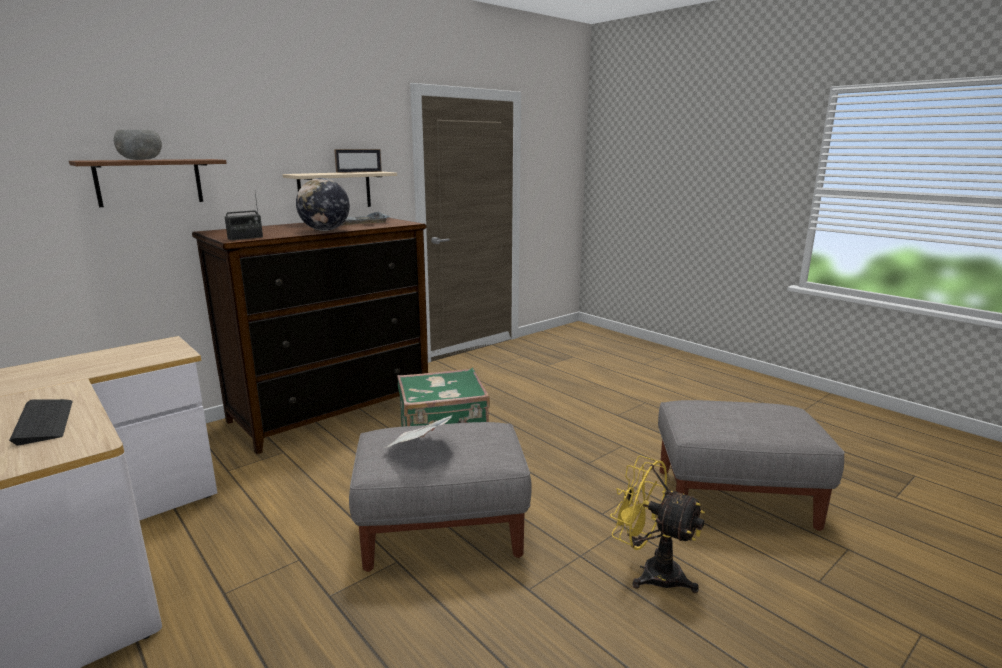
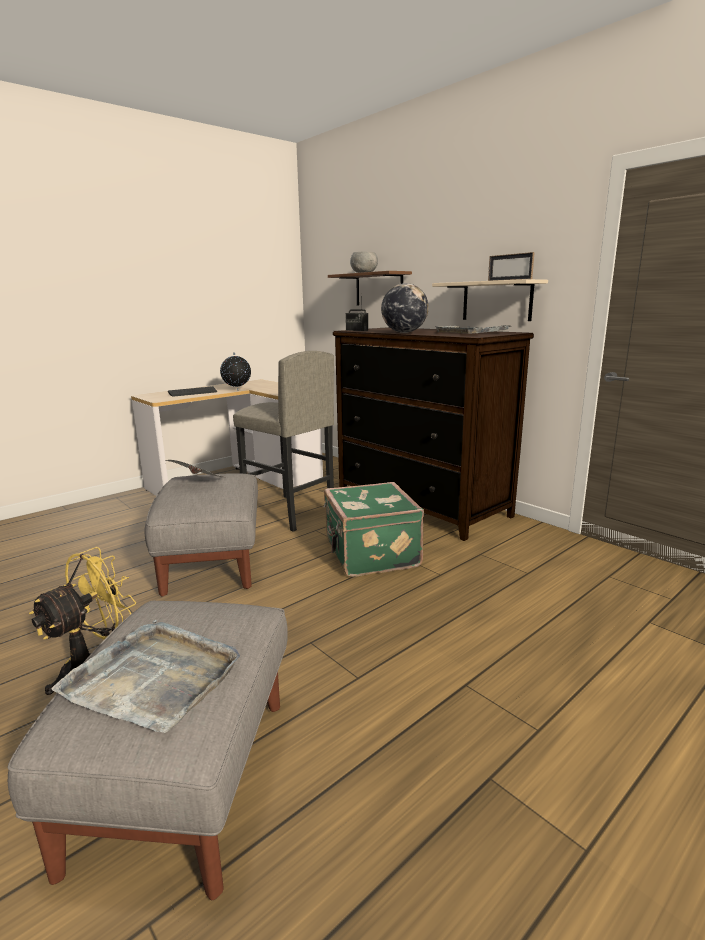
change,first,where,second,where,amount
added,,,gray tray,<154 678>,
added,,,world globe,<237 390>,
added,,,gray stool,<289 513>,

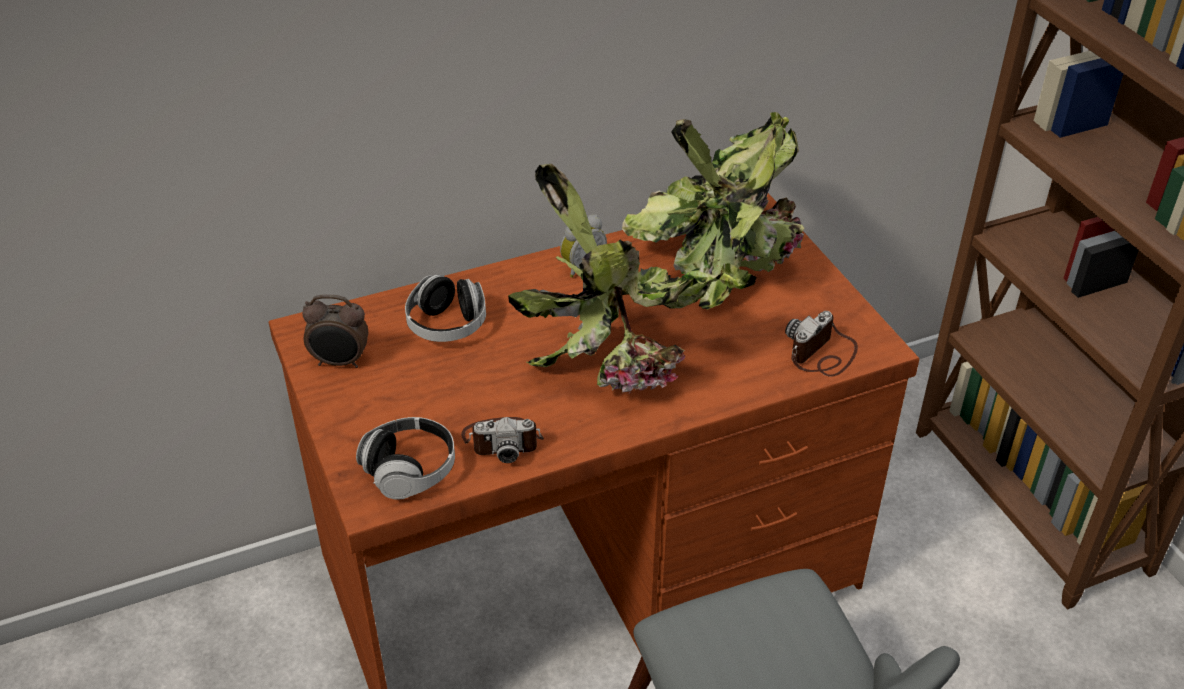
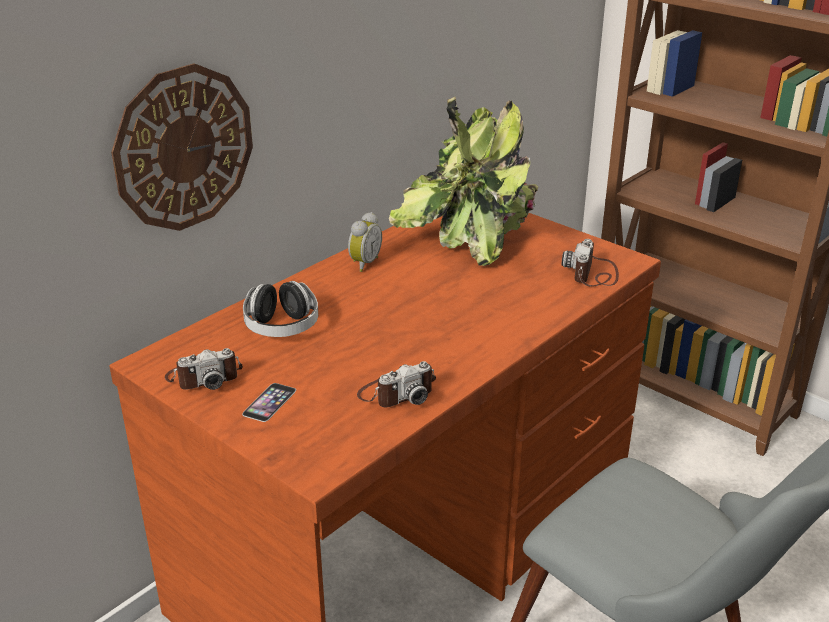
change,first,where,second,where,amount
replaced,table clock,<340 362>,still camera,<204 377>,
removed,headphones,<410 470>,,,
removed,plant in a pot,<628 361>,,,
added,,,clock on the wall,<184 148>,
added,,,phone,<269 402>,

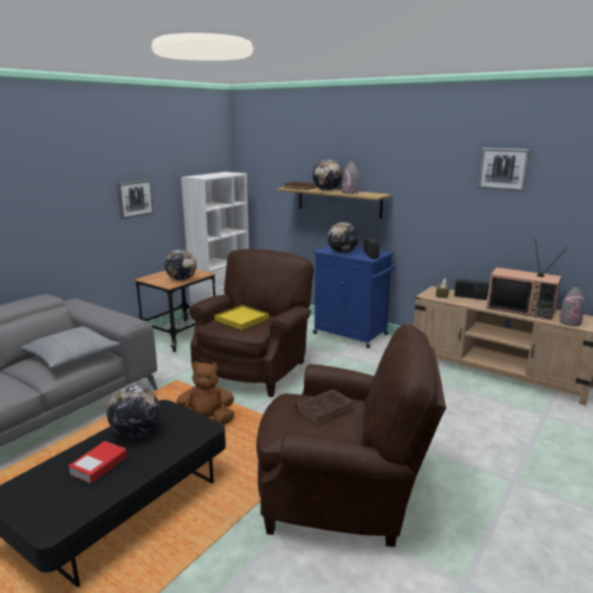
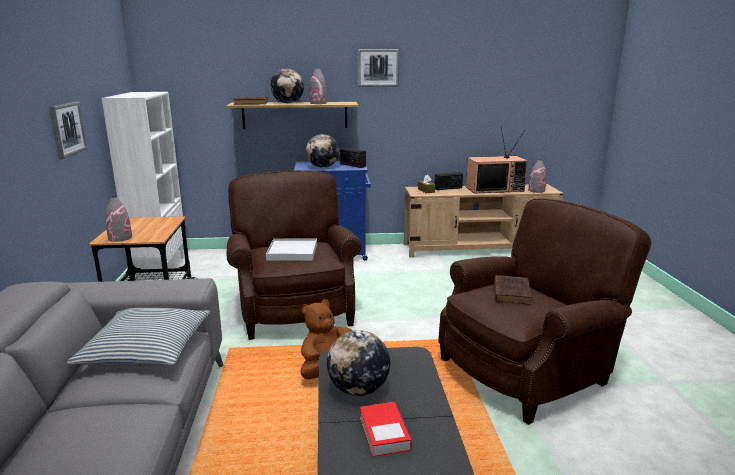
change,first,where,second,where,amount
removed,world globe,<181 279>,,,
recoloured,yellowish tray,<241 319>,white tray,<292 252>,
moved,picture,<503 169>,,<378 67>,
added,,,gray vase,<120 238>,

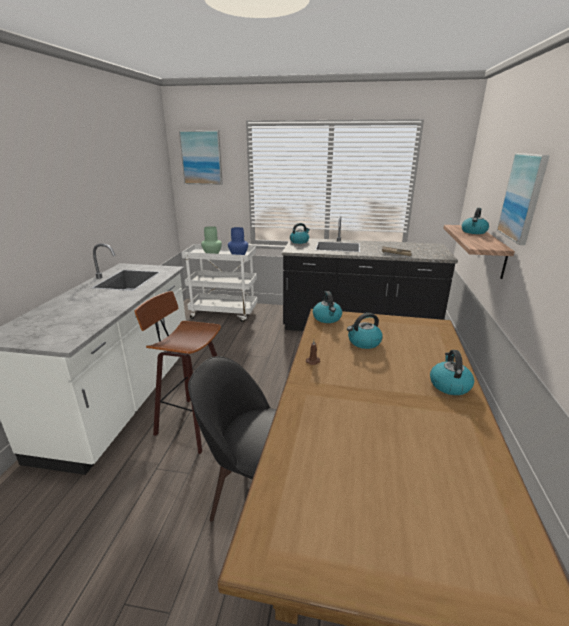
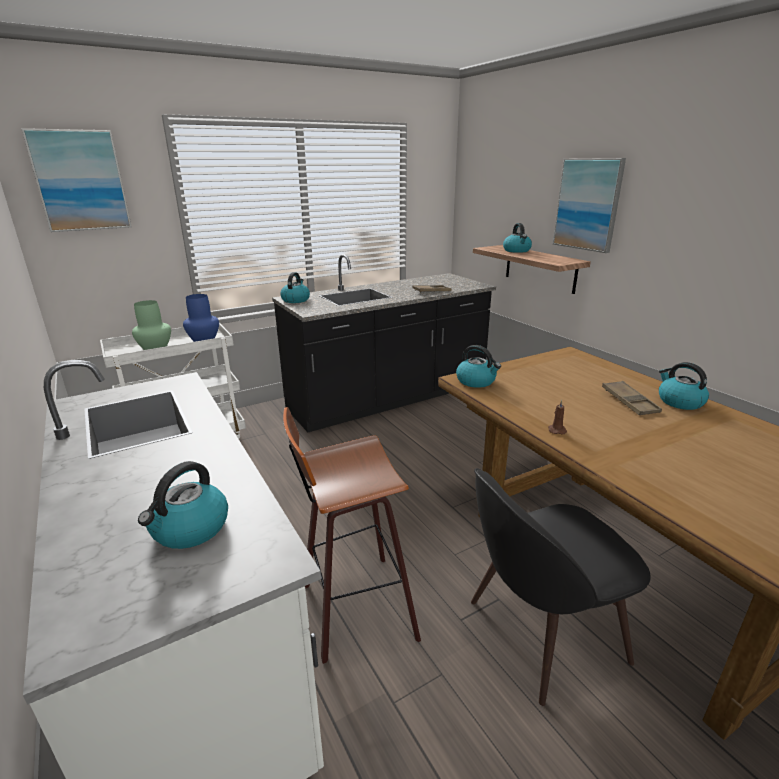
change,first,where,second,where,amount
moved,tea kettle,<364 342>,,<190 529>,
added,,,brown tray,<629 402>,

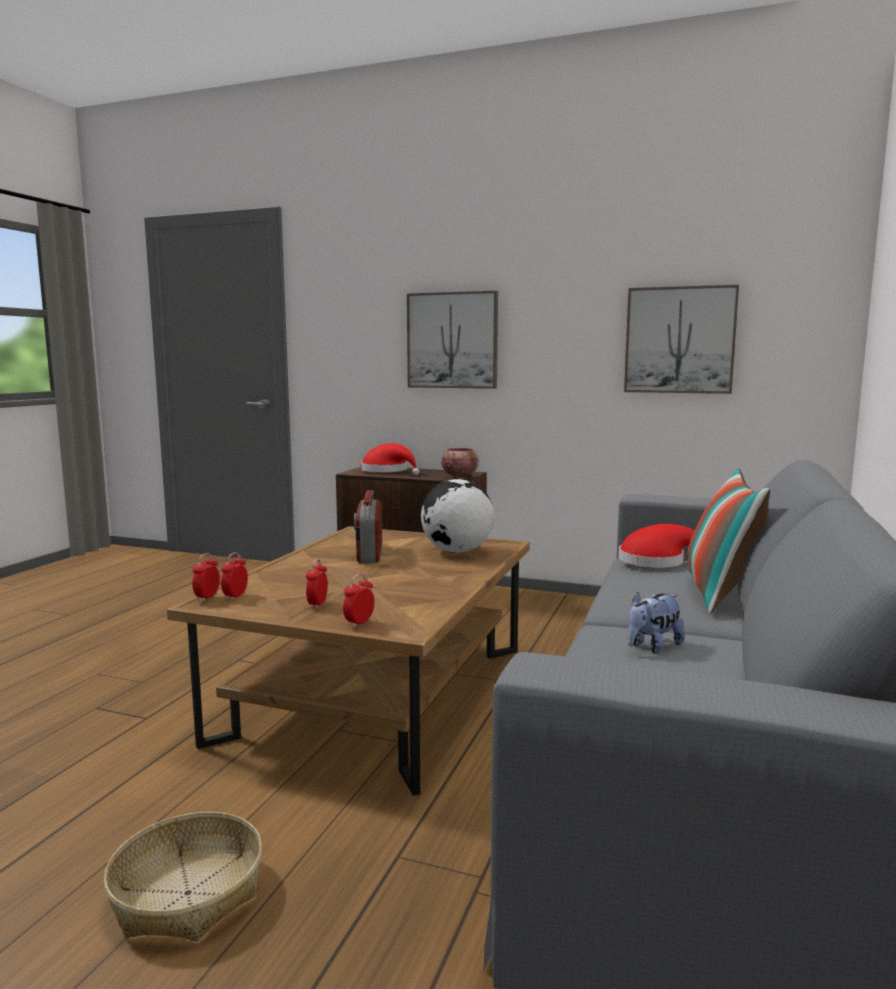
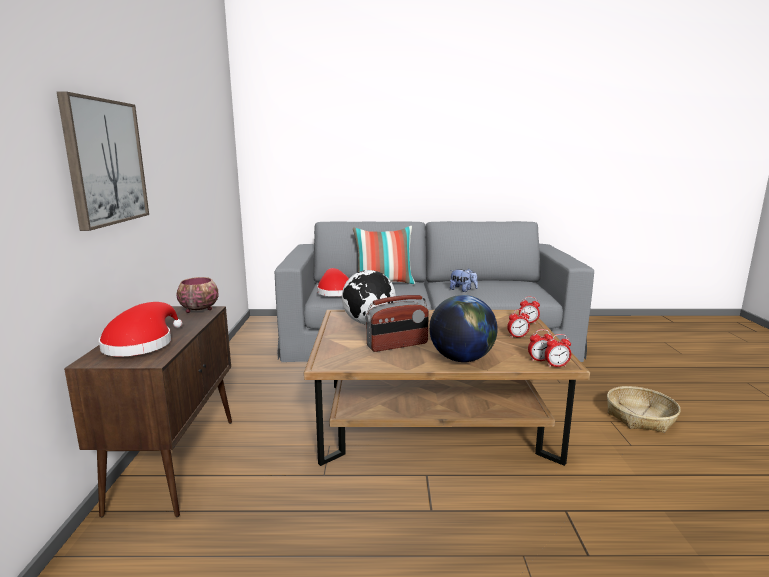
change,first,where,second,where,amount
removed,picture,<679 340>,,,
added,,,world globe,<461 359>,

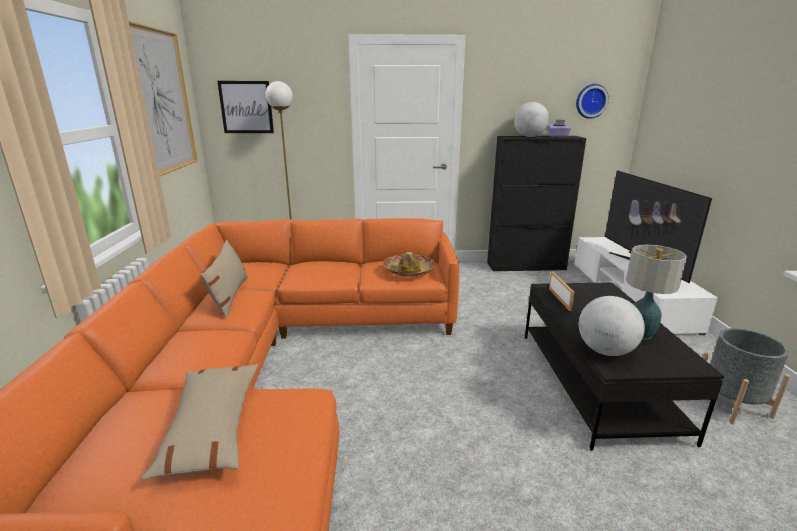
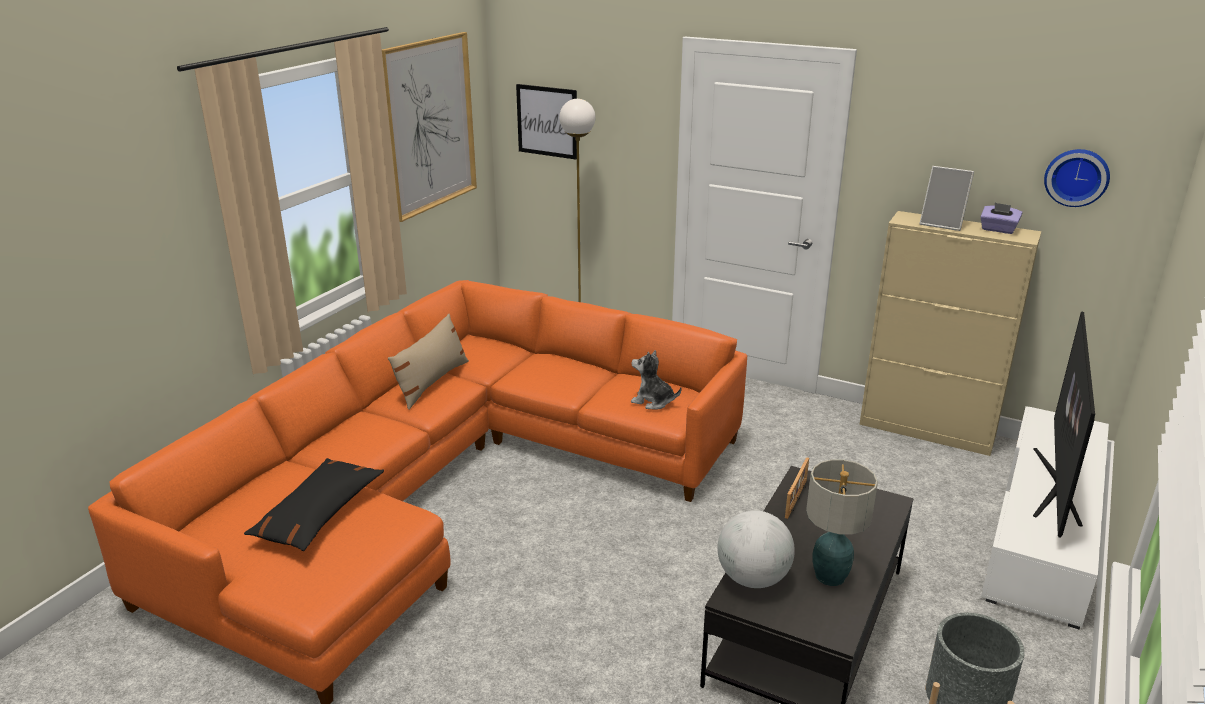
change,first,where,second,where,amount
recoloured,beige-coloured pillow,<211 427>,black-coloured pillow,<318 514>,
replaced,hat,<408 271>,plush toy,<653 401>,
recoloured,black-coloured cupboard,<526 266>,beige-coloured cupboard,<927 431>,
replaced,world globe,<529 137>,picture frame,<942 224>,

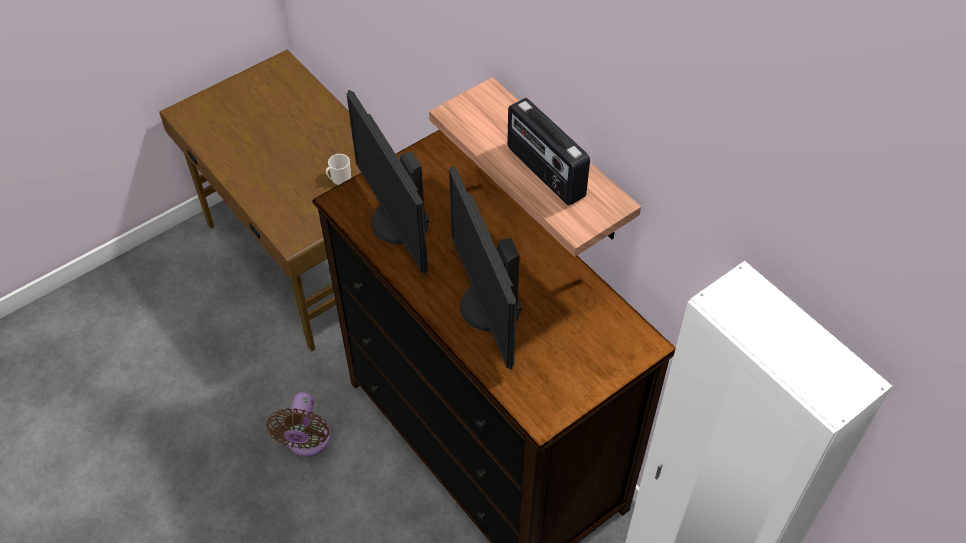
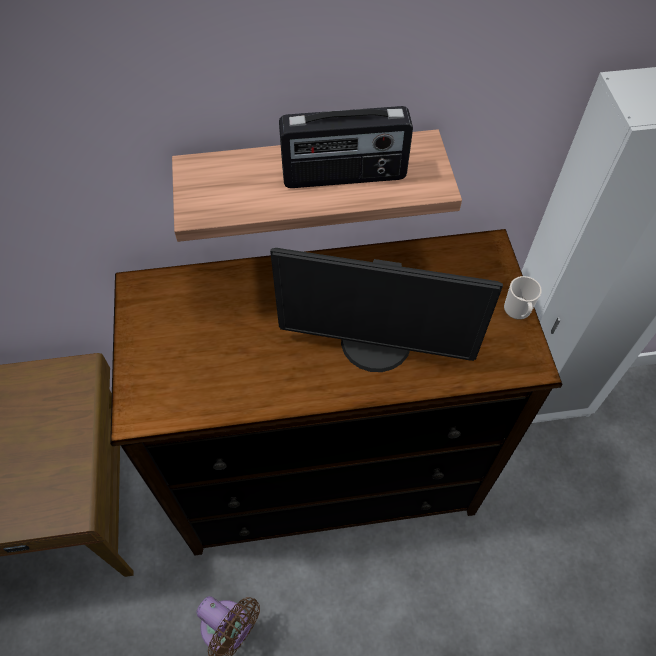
change,first,where,second,where,amount
moved,mug,<339 179>,,<518 311>,
removed,monitor,<397 223>,,,

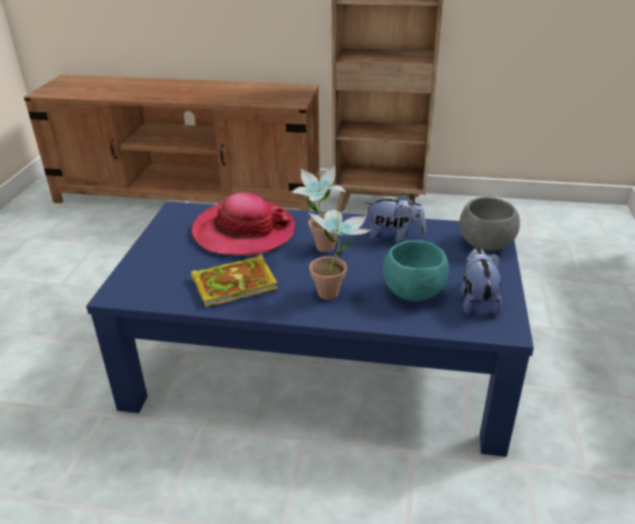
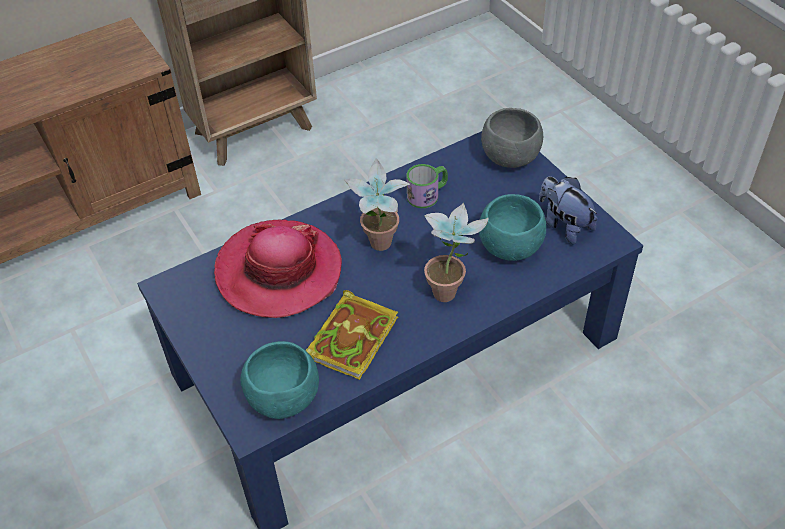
change,first,where,second,where,amount
replaced,plush toy,<394 238>,mug,<427 194>,
added,,,turquoise-coloured serving bowl,<284 399>,

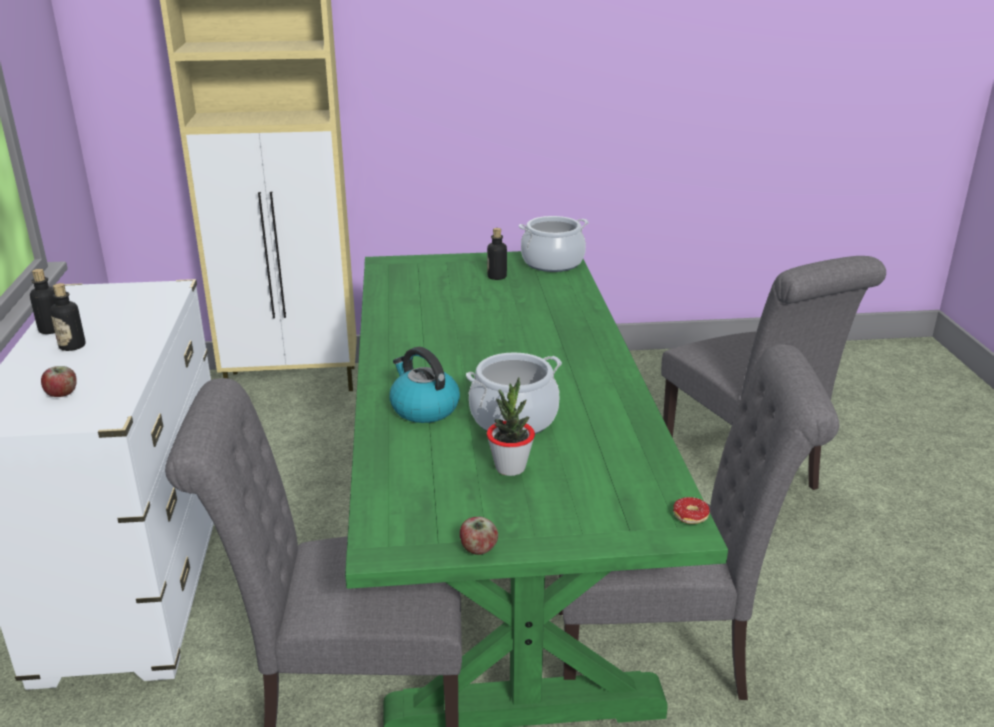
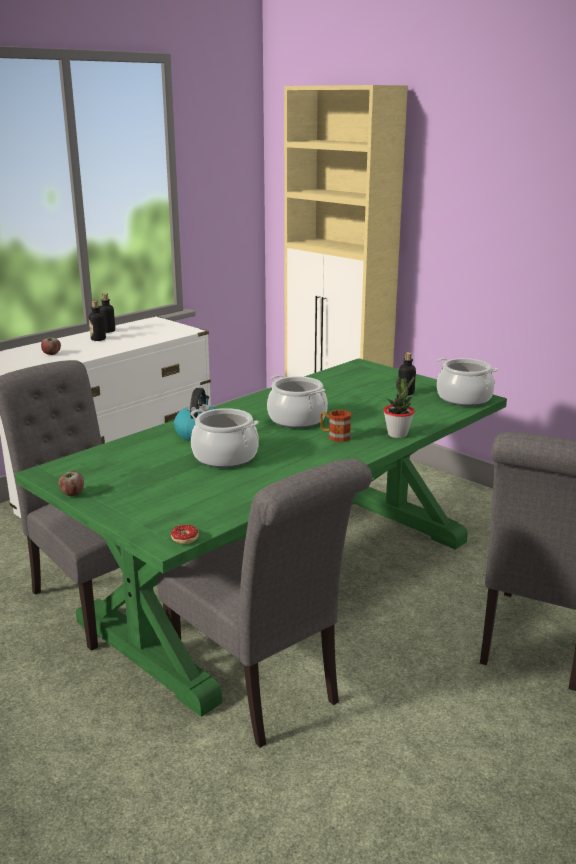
change,first,where,second,where,amount
moved,plant in a pot,<510 467>,,<397 434>,
added,,,saucepot,<297 420>,
added,,,mug,<335 436>,

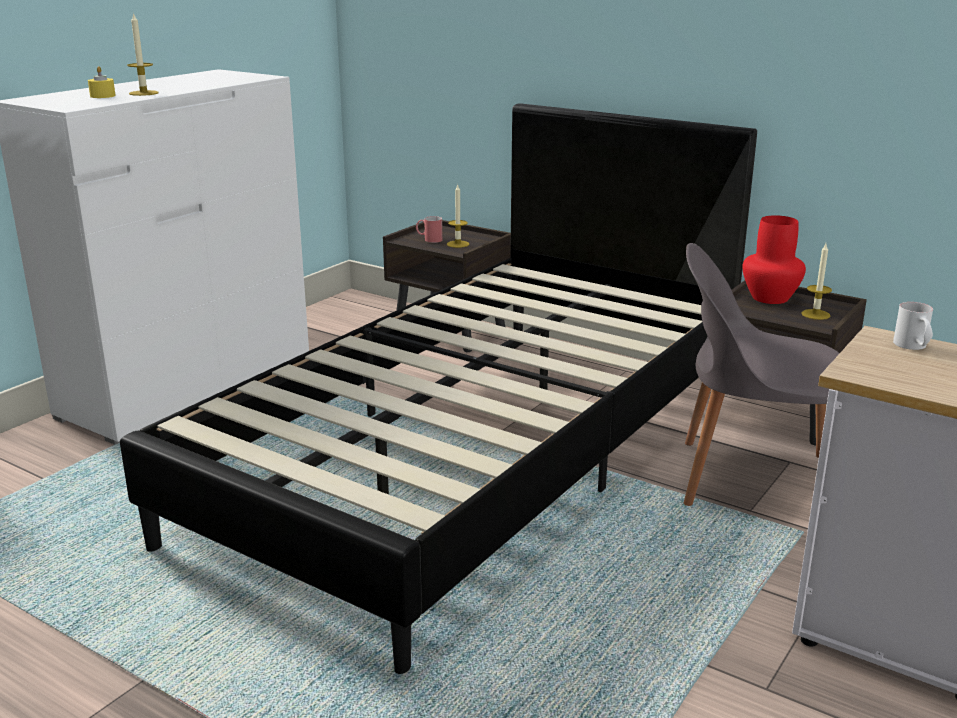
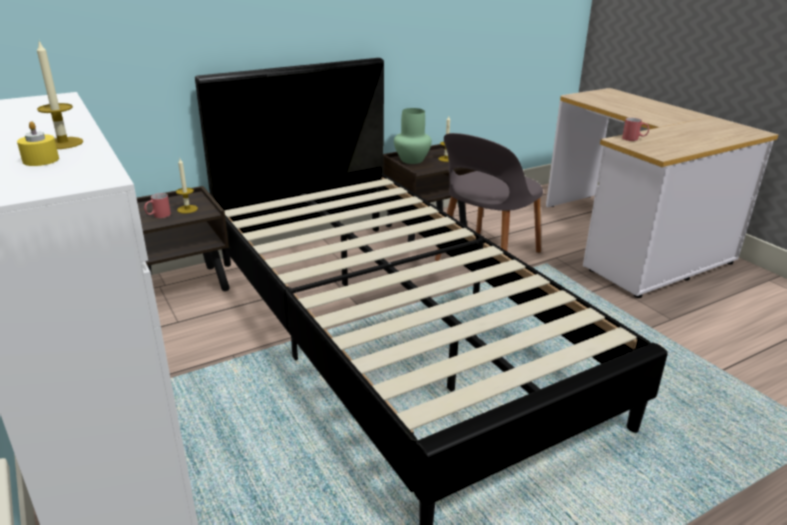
change,first,where,second,where,amount
recoloured,reddish vase,<769 298>,green vase,<412 160>,
recoloured,white mug,<913 347>,reddish mug,<634 139>,

